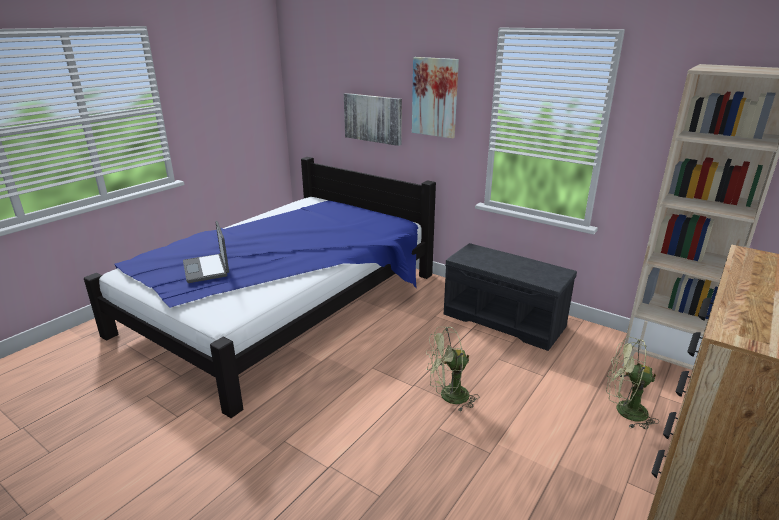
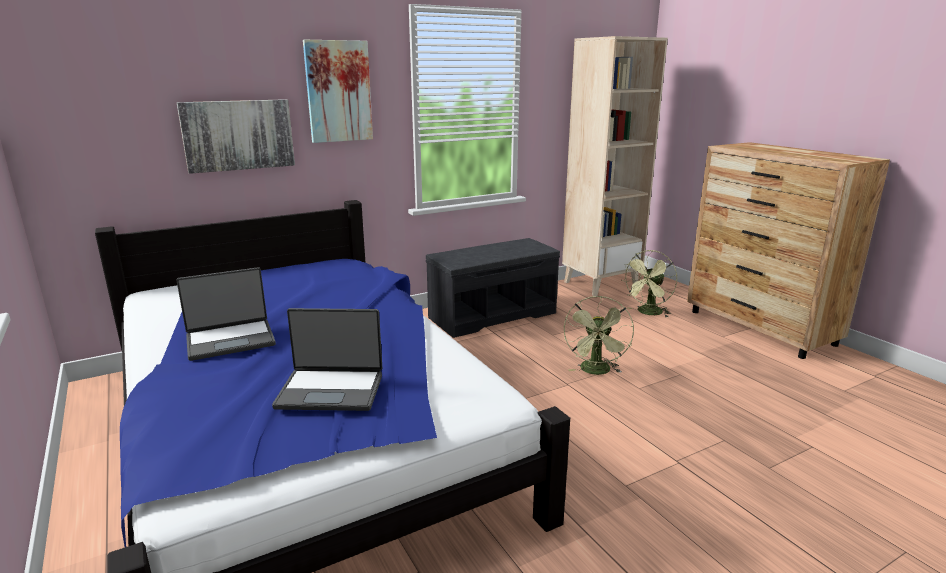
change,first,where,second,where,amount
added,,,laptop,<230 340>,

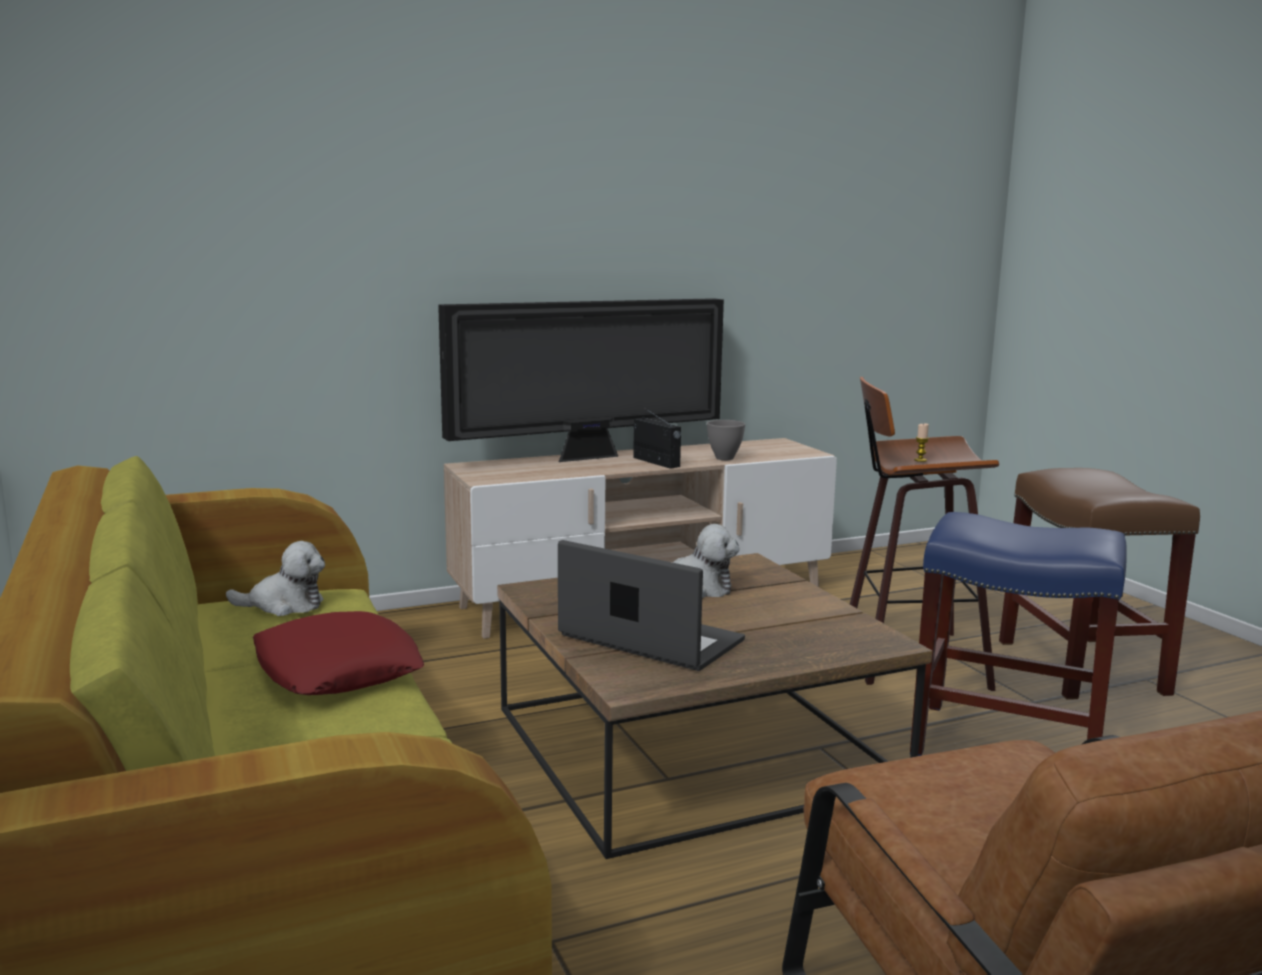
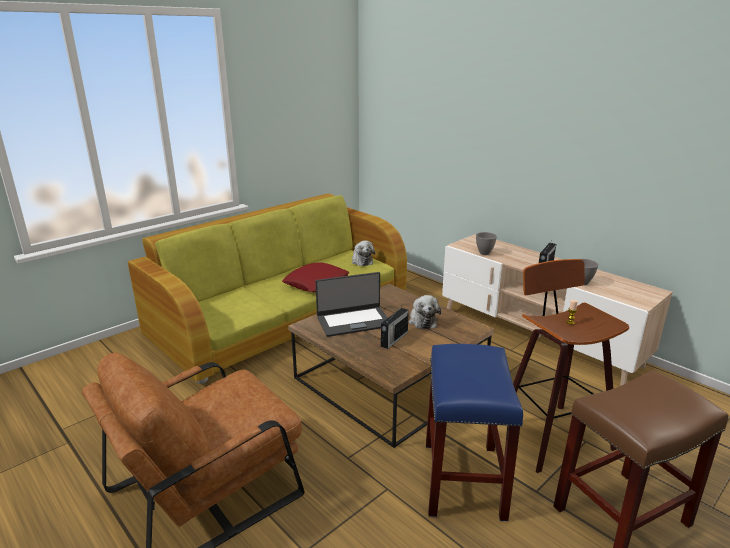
change,first,where,second,where,amount
removed,TV,<589 457>,,,
turned,laptop,<649 640>,,<353 321>,60 degrees clockwise
added,,,radio,<394 339>,
added,,,gray serving bowl,<484 253>,

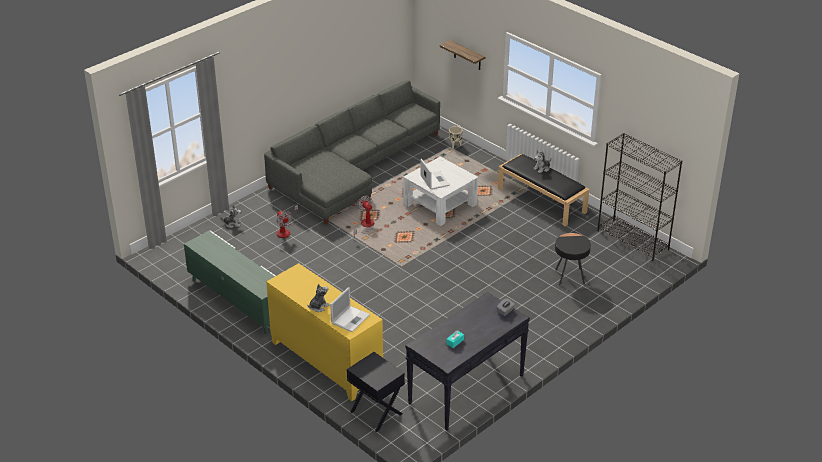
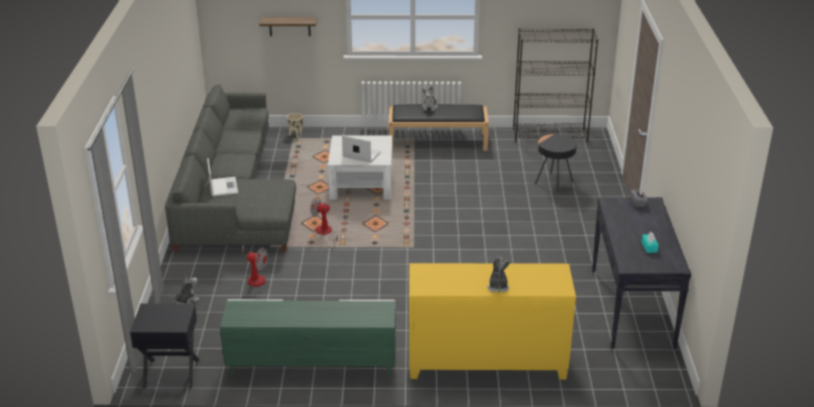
change,first,where,second,where,amount
moved,laptop,<350 318>,,<223 186>,
moved,black-coloured bedside table,<375 413>,,<171 374>,

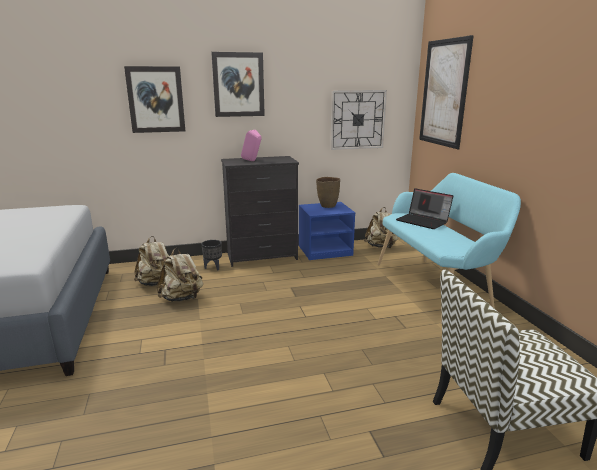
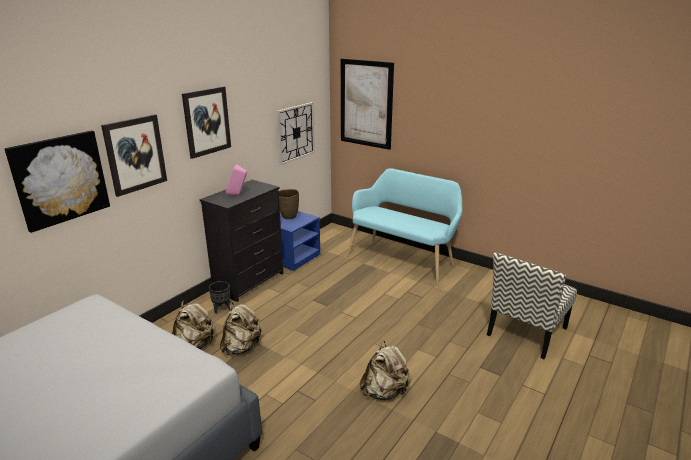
change,first,where,second,where,amount
moved,beige-coloured knapsack,<381 247>,,<385 392>,
removed,laptop,<423 221>,,,
added,,,picture,<60 179>,

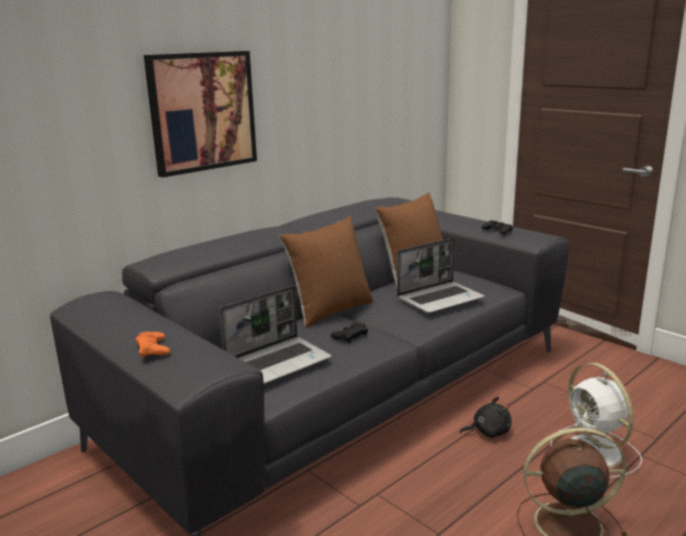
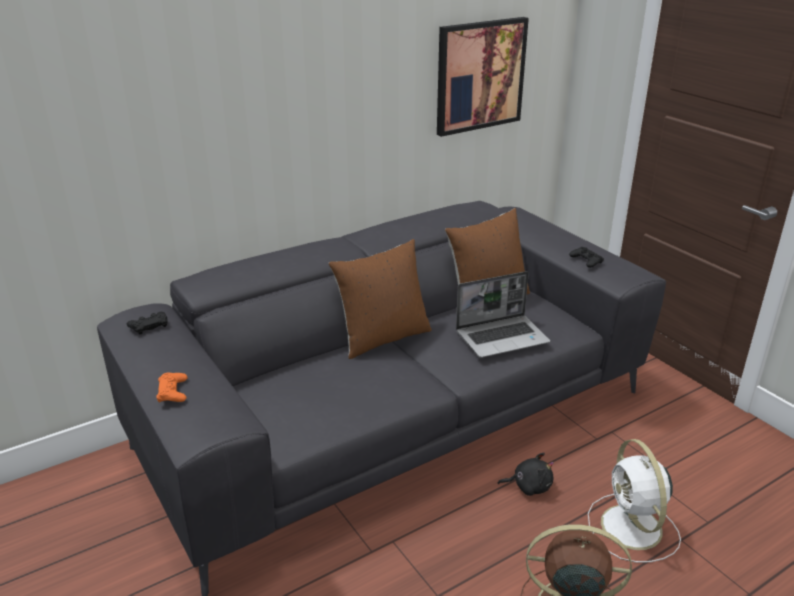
change,first,where,second,where,amount
moved,picture,<202 112>,,<479 75>,
removed,laptop,<278 362>,,,
moved,black-coloured game controller,<350 335>,,<149 326>,

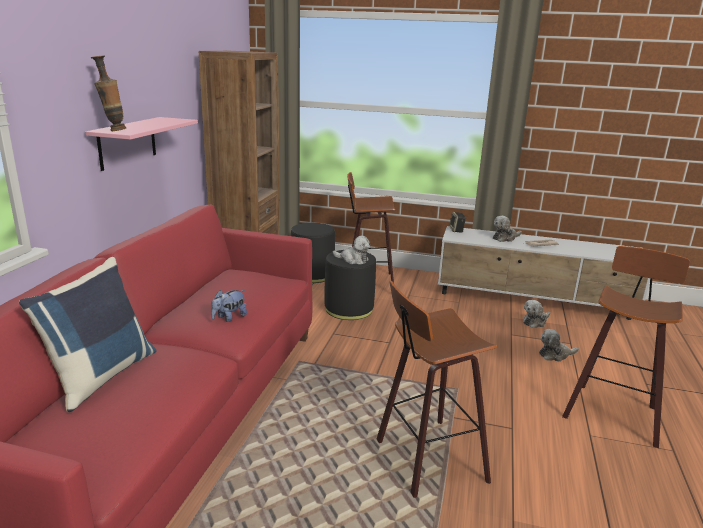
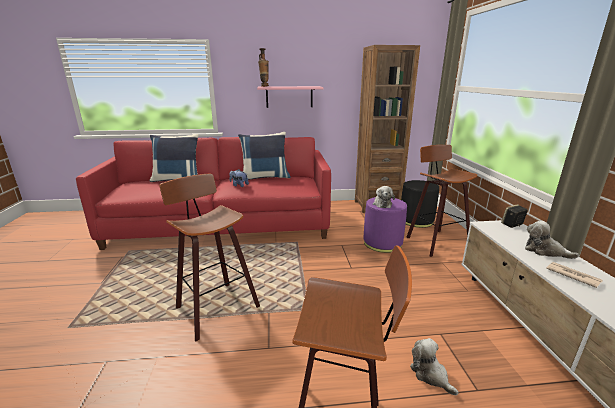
change,first,where,second,where,amount
recoloured,black-coloured pouffe,<349 309>,purplish pouffe,<382 243>,
removed,plush toy,<535 322>,,,
added,,,bluish pillow,<265 177>,

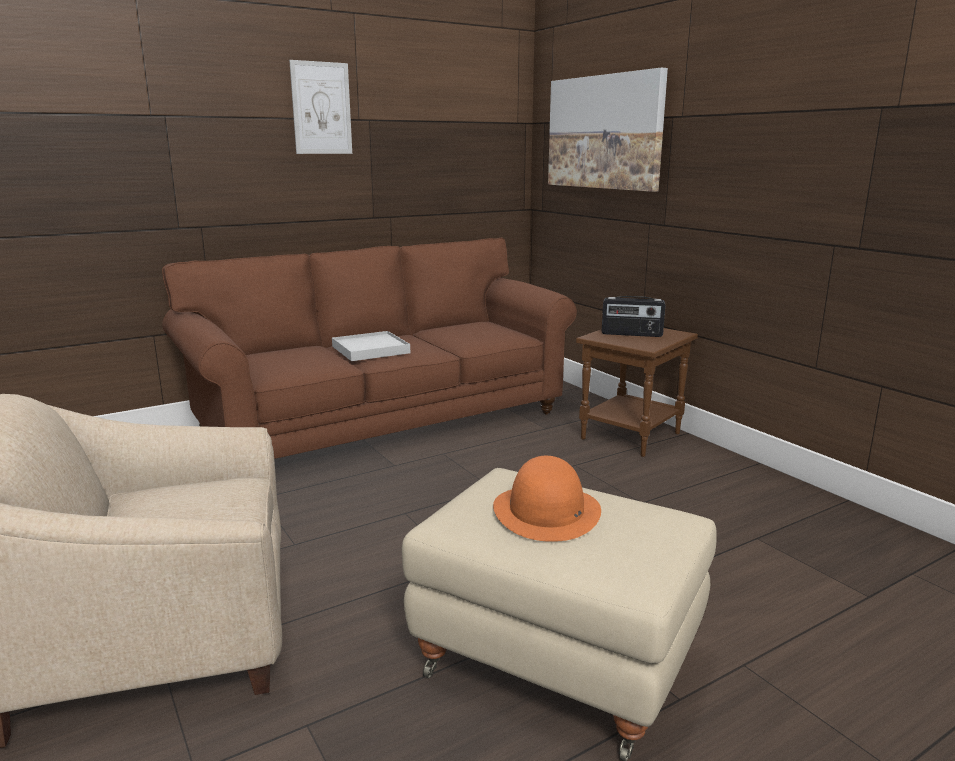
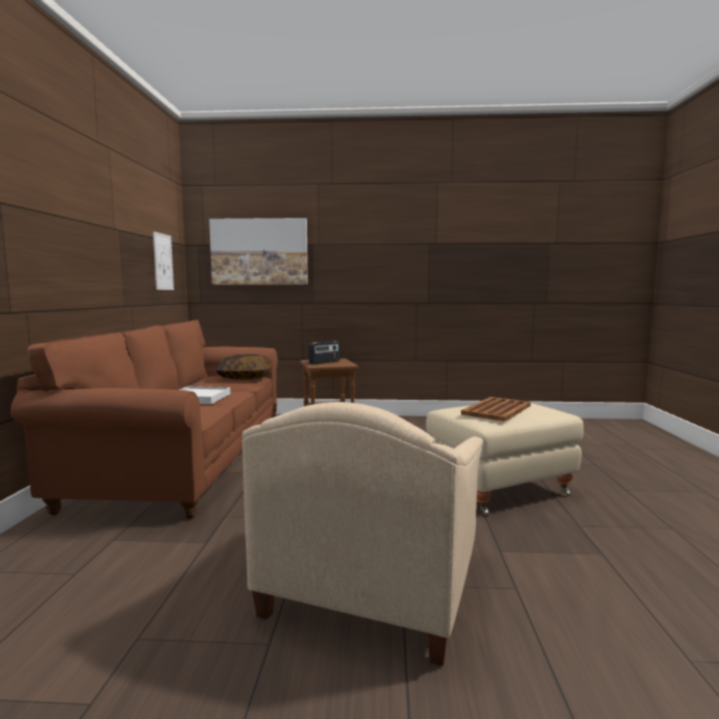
change,first,where,second,where,amount
moved,picture,<321 108>,,<163 262>,
replaced,orange-coloured hat,<546 511>,brown tray,<497 410>,
added,,,pillow,<244 377>,

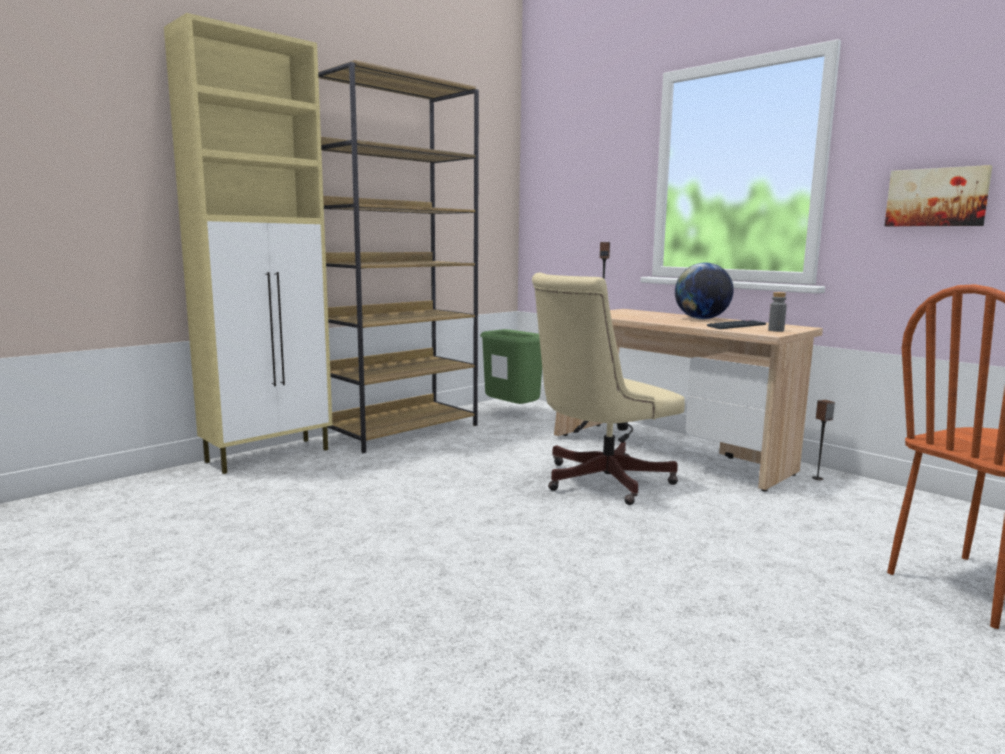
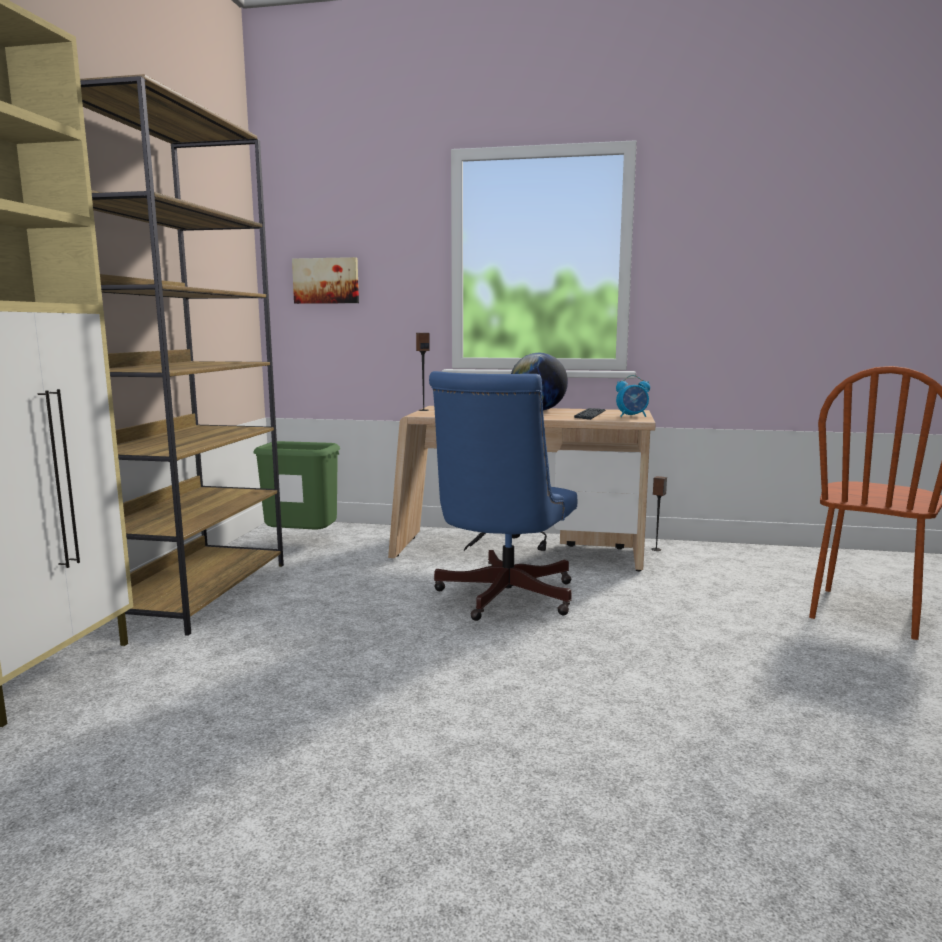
change,first,where,second,where,amount
recoloured,beige-coloured office chair,<598 481>,bluish office chair,<501 598>,
replaced,gray drink bottle,<776 330>,table clock,<632 416>,
moved,picture,<936 197>,,<326 281>,

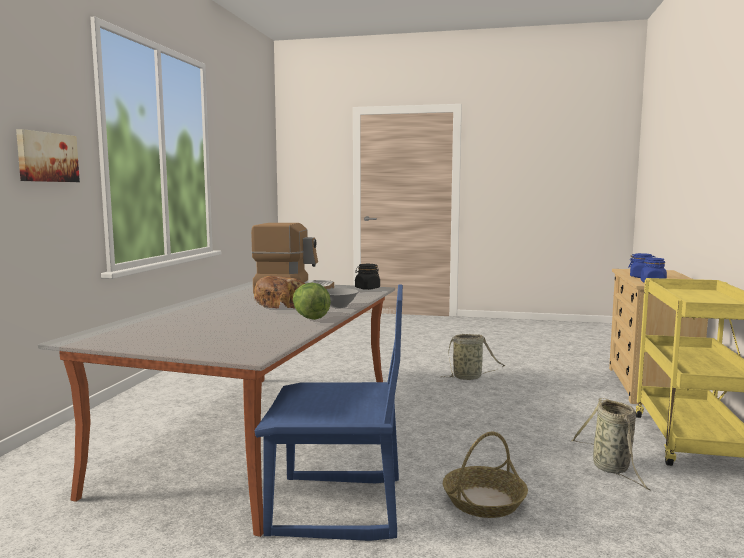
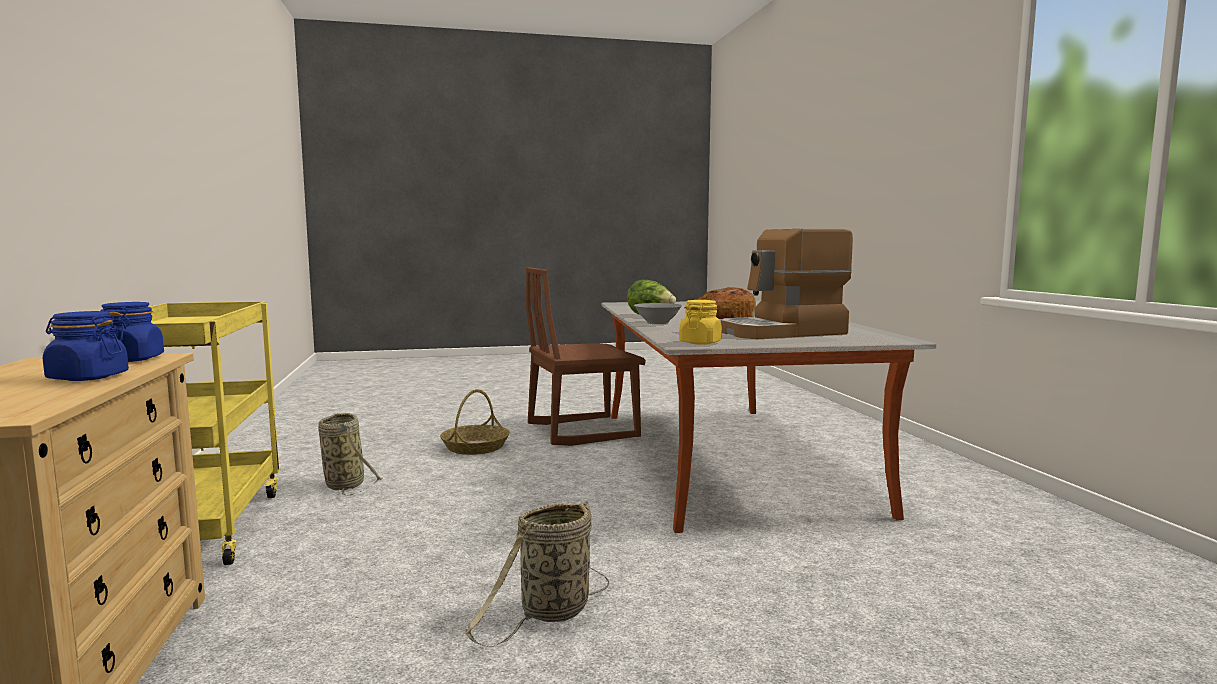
change,first,where,second,where,amount
removed,picture,<46 157>,,,
recoloured,bluish plain chair,<336 508>,brown plain chair,<582 431>,
recoloured,black-coloured preserve jar,<367 288>,yellowish preserve jar,<700 342>,

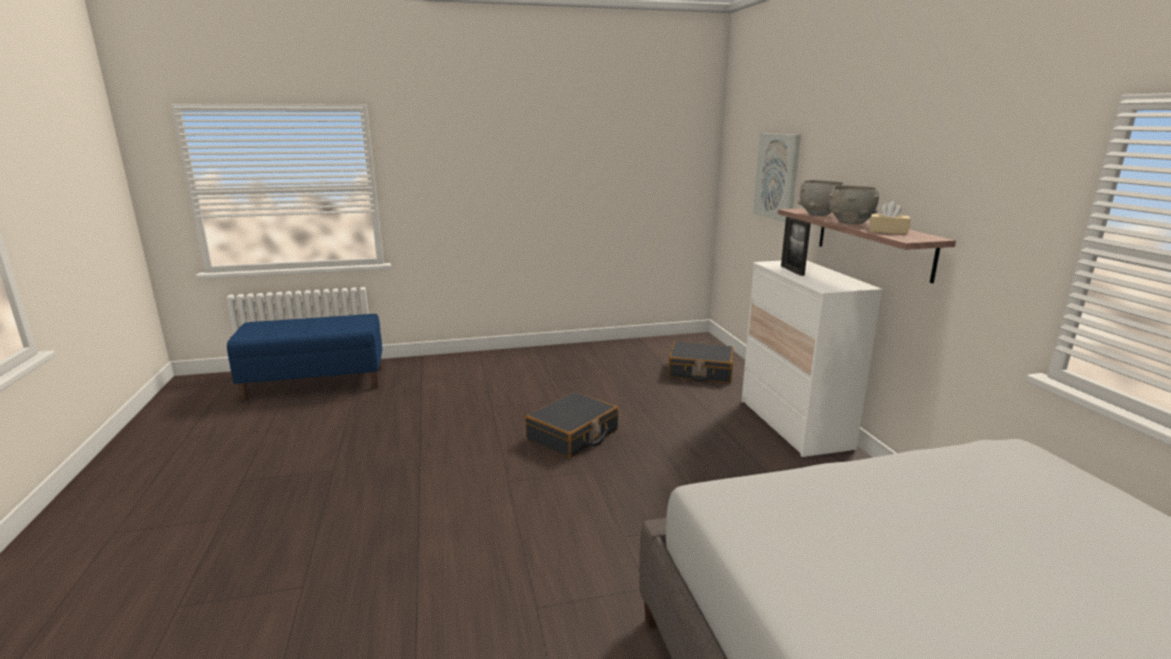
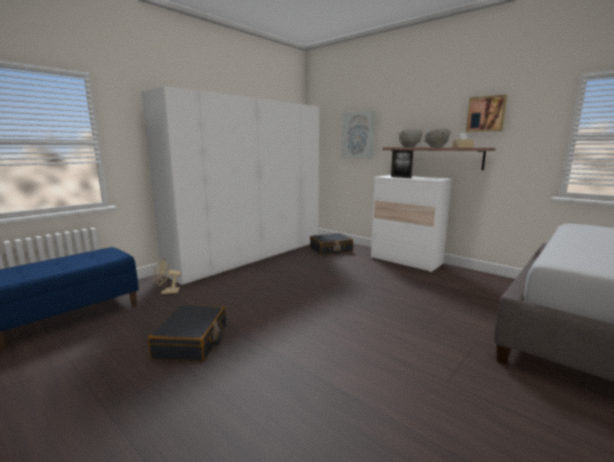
change,first,where,second,where,amount
moved,black-coloured travel case,<573 435>,,<192 341>,
added,,,white armoire,<251 255>,
added,,,beige-coloured cooling fan,<167 292>,
added,,,picture,<486 114>,

